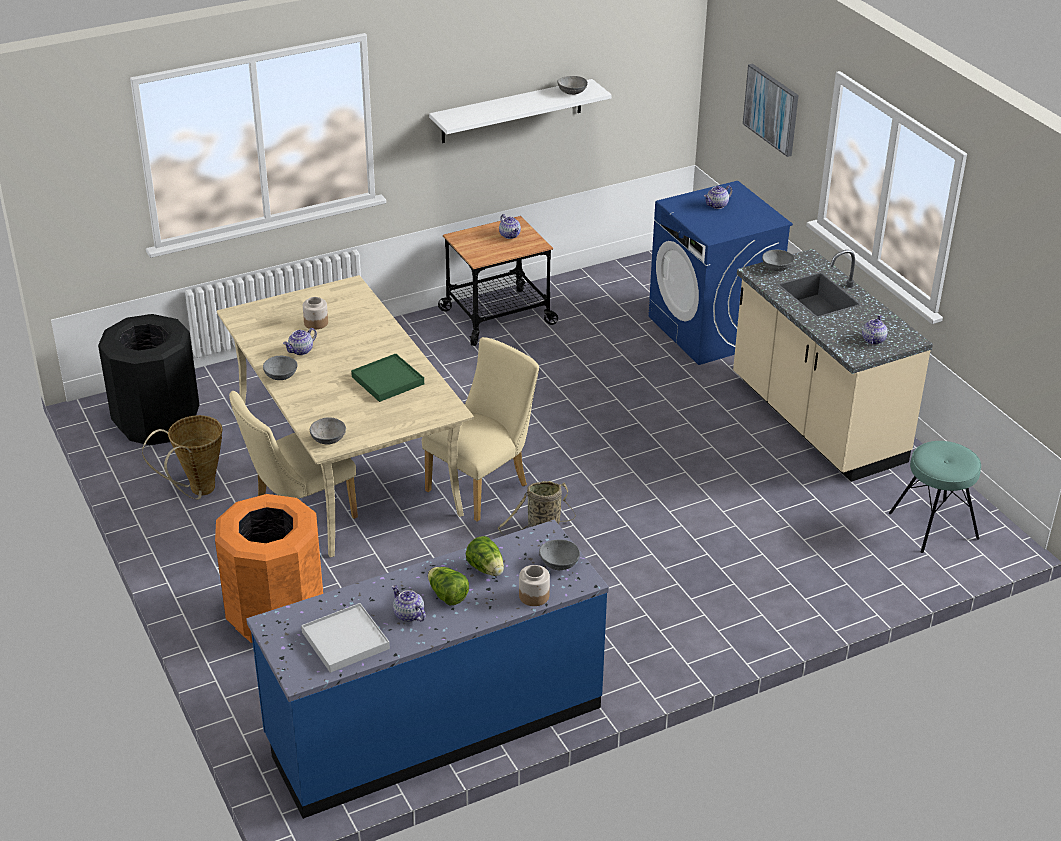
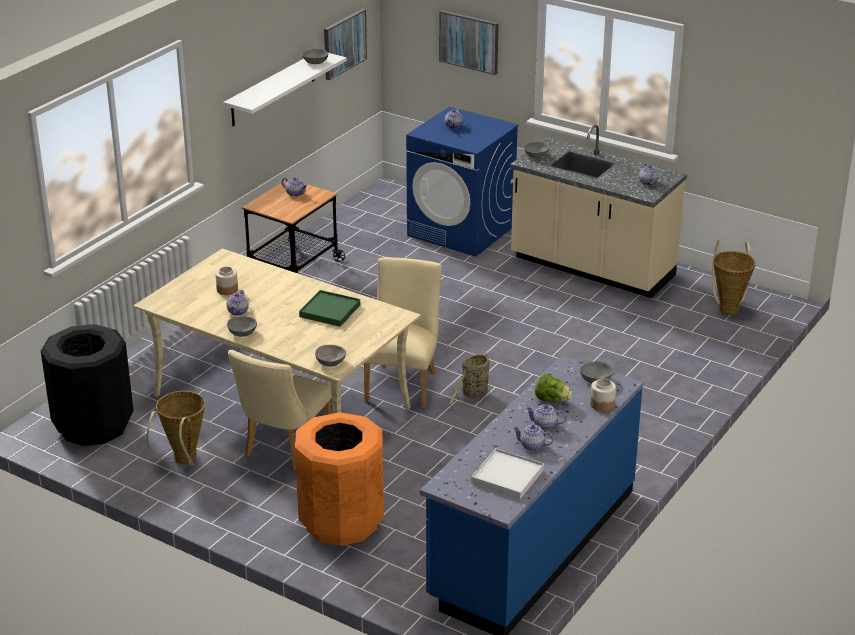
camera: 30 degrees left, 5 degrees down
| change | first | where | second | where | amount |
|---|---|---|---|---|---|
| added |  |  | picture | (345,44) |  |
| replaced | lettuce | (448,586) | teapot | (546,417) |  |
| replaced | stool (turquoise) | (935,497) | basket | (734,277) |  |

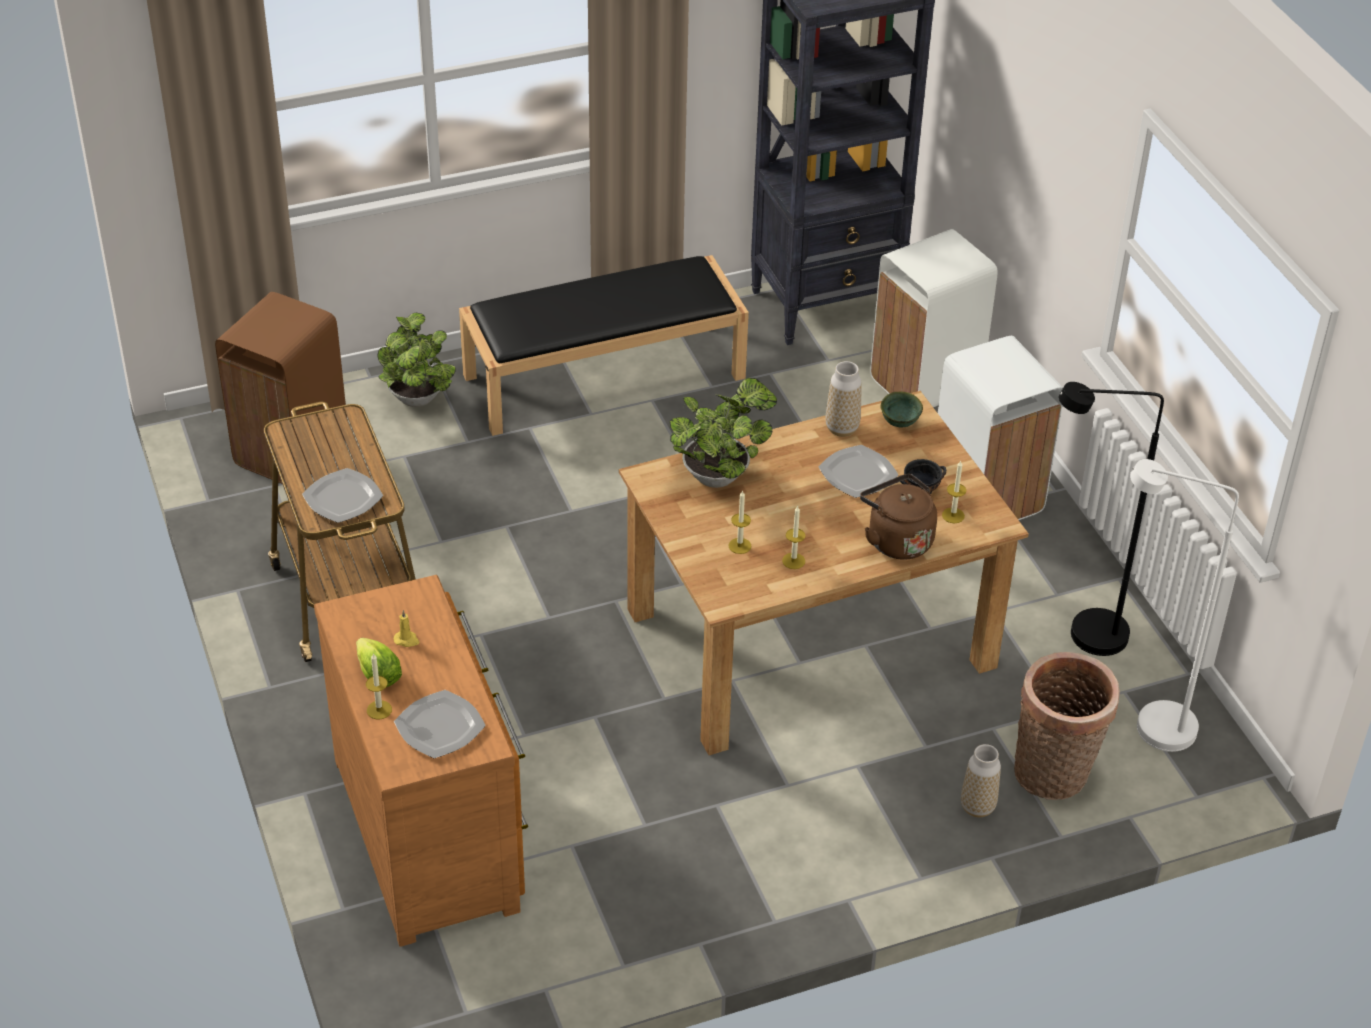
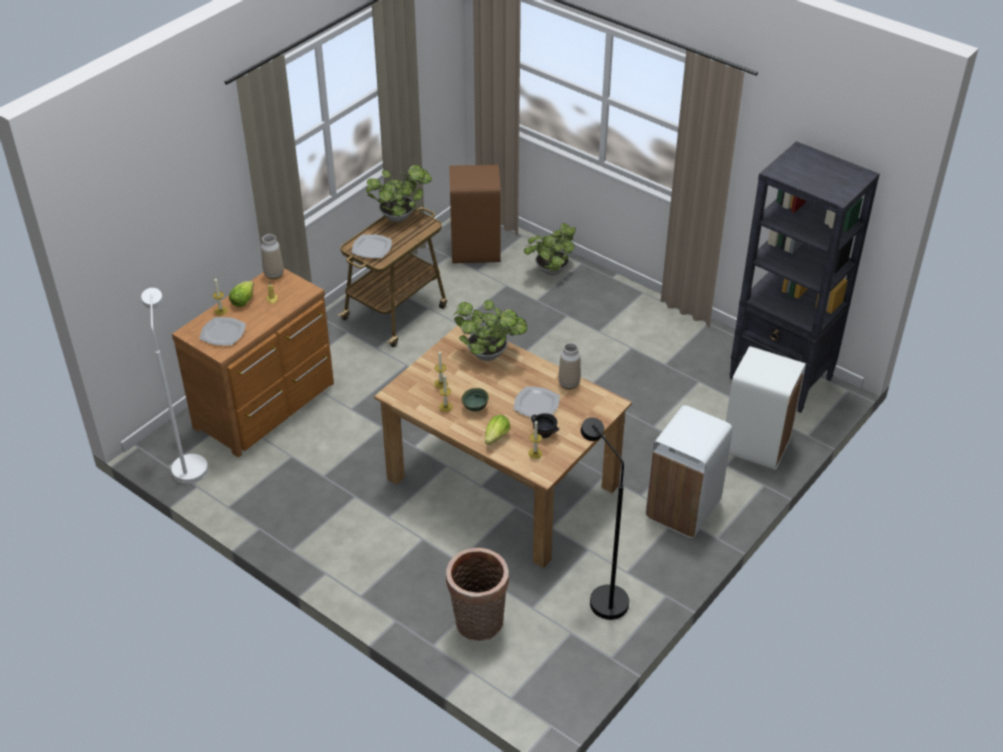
camera: 60 degrees right, 0 degrees up
| change | first | where | second | where | amount |
|---|---|---|---|---|---|
| removed | bench (black) | (604,345) |  |  |  |
| added |  |  | potted plant | (399,193) |  |
| moved | bowl (green) | (902,409) |  | (475,399) |  |
| moved | vase | (981,780) |  | (272,257) |  |
| moved | floor lamp (white) | (1184,605) |  | (174,386) |  |
| replaced | kettle (brown) | (898,517) | lettuce | (497,430) |  |

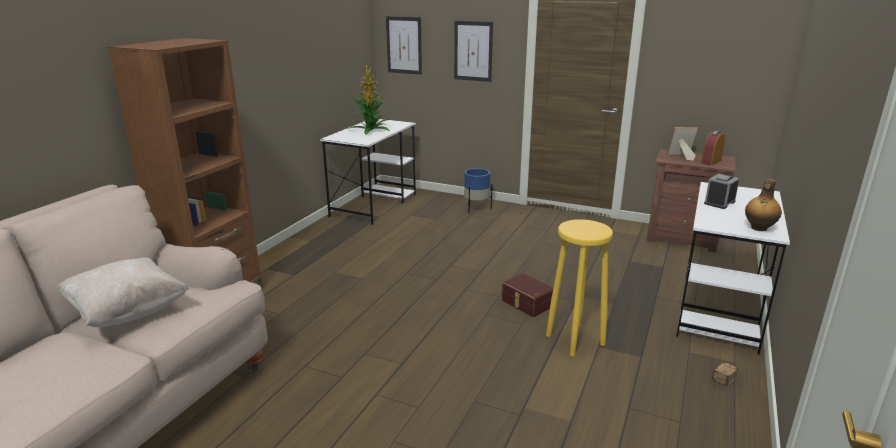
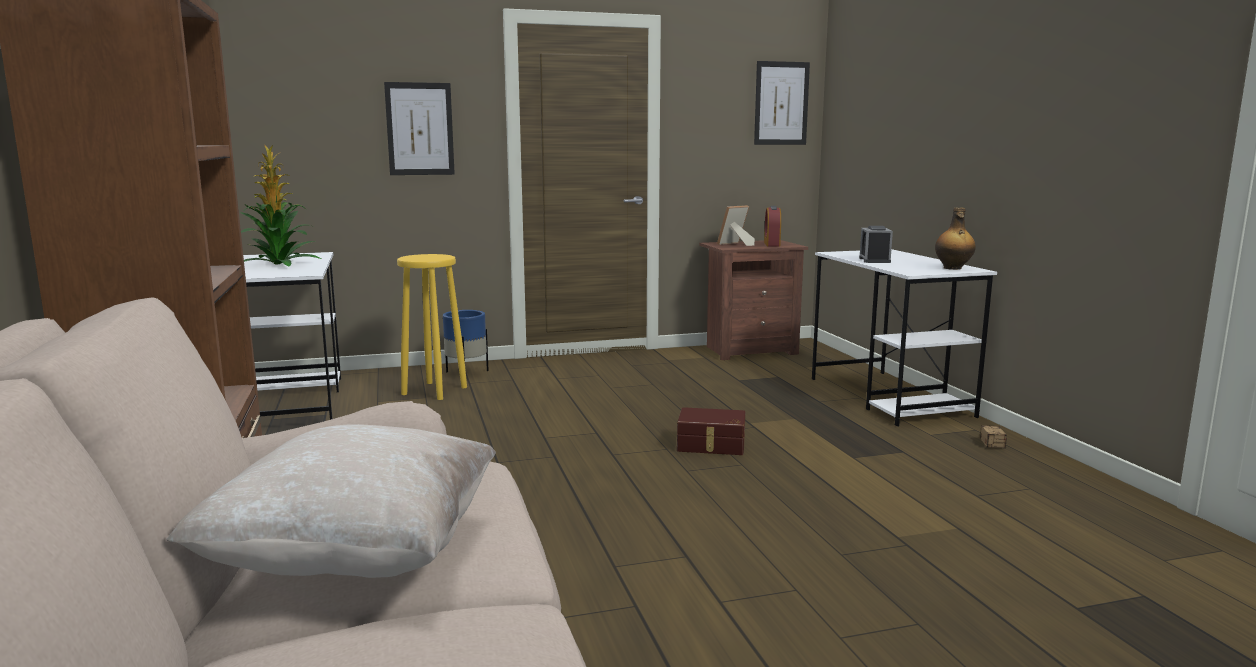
camera: 40 degrees left, 10 degrees down
| change | first | where | second | where | amount |
|---|---|---|---|---|---|
| moved | picture | (404,45) |  | (782,103) |  |
| moved | stool (yellow) | (579,287) |  | (432,327) |  |

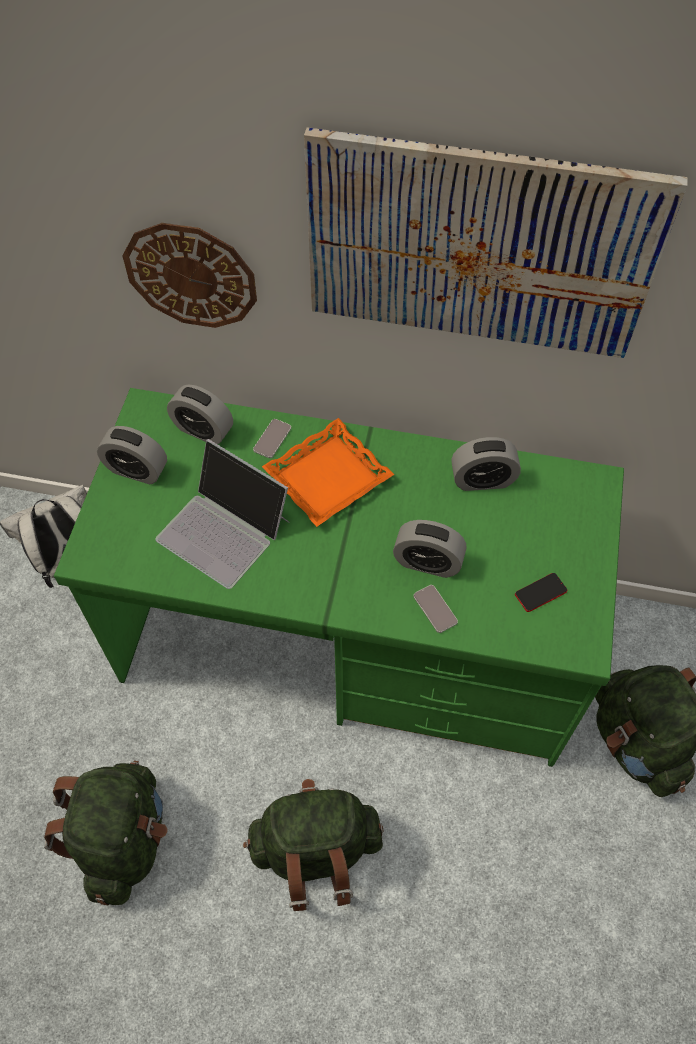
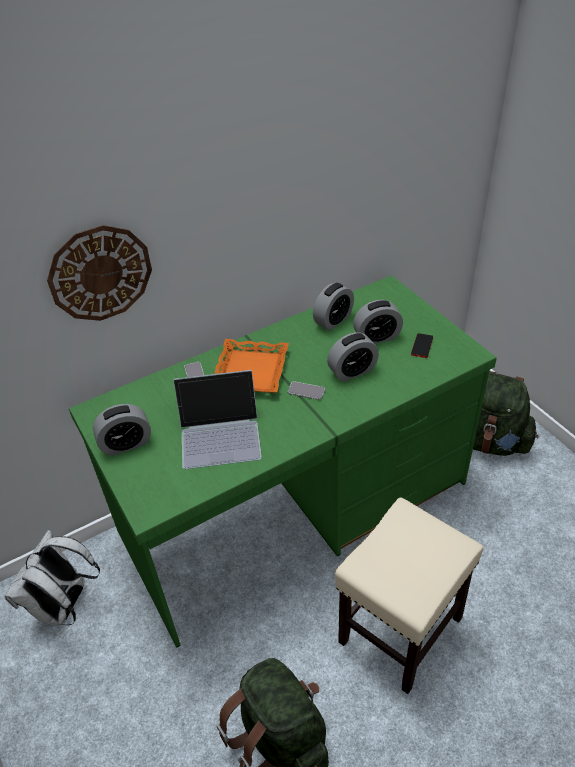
camera: 40 degrees left, 15 degrees down
| change | first | where | second | where | amount |
|---|---|---|---|---|---|
| removed | picture | (496,242) |  |  |  |
| moved | alarm clock | (200,414) |  | (378,322) |  |
| moved | phone | (436,609) |  | (306,390) |  |
| replaced | backpack (green) | (313,845) | stool (beige) | (409,596) |  |

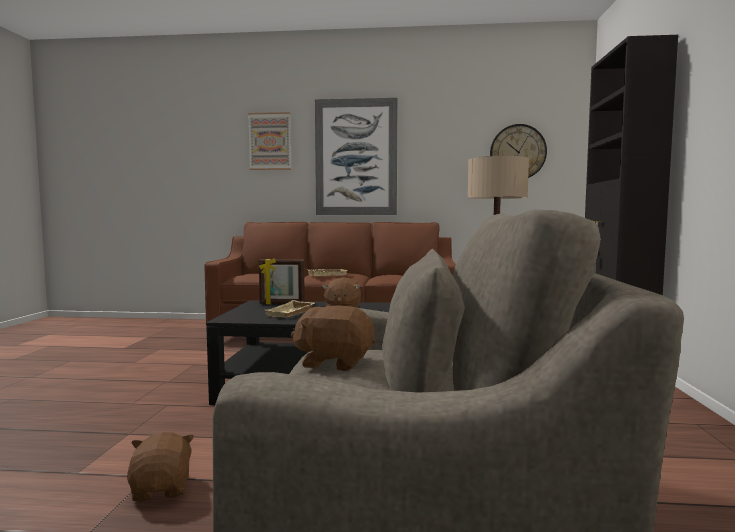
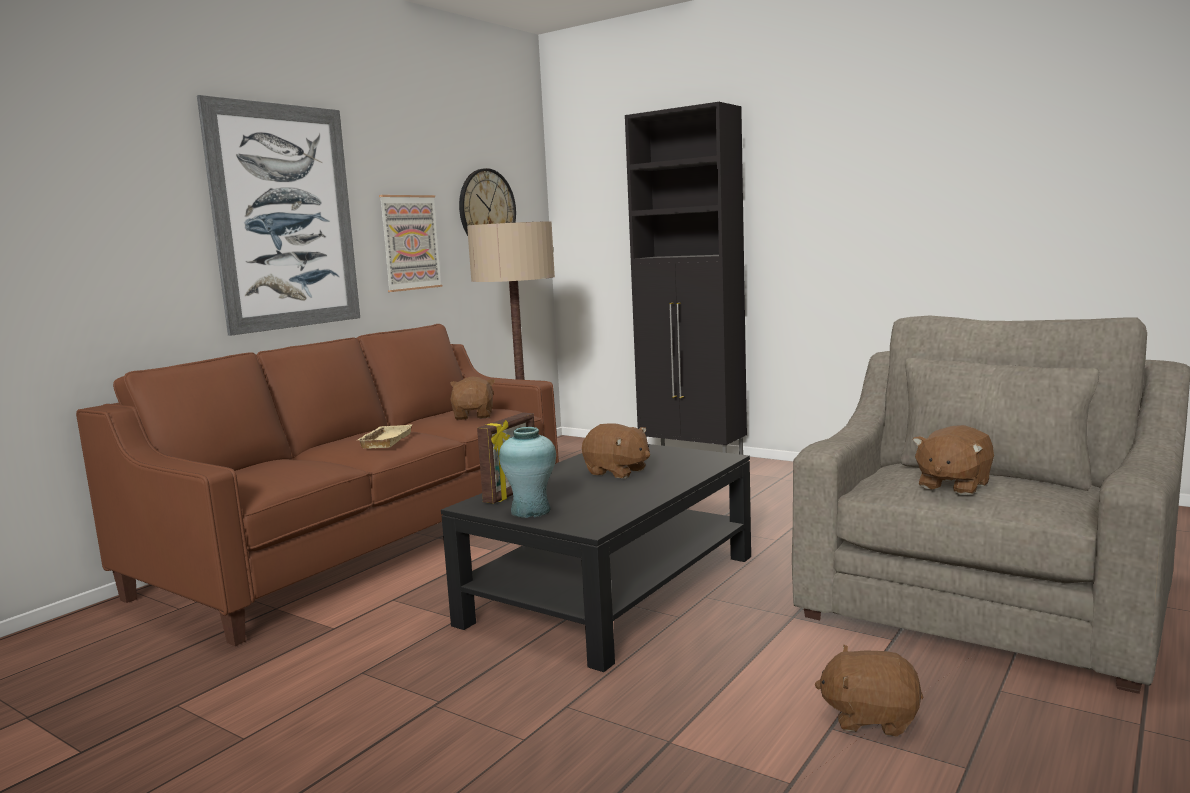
camera: 60 degrees left, 5 degrees up
| change | first | where | second | where | amount |
|---|---|---|---|---|---|
| removed | tray (beige) | (289,309) |  |  |  |
| added |  |  | plush toy (brown) | (472,398) |  |
| added |  |  | vase (turquoise) | (527,472) |  |
| moved | picture | (269,141) |  | (411,243) |  |

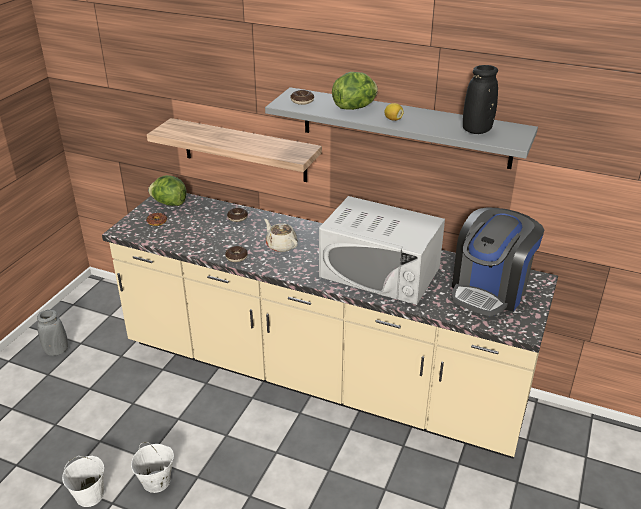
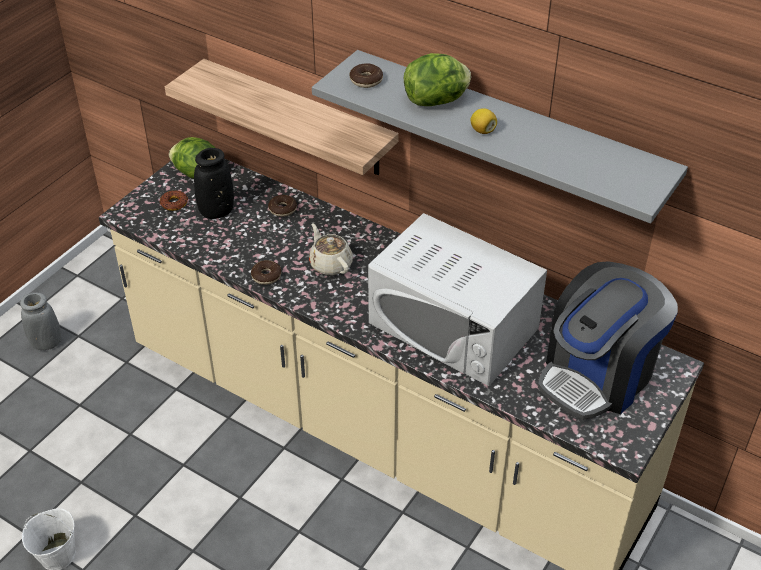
camera: 10 degrees right, 10 degrees up
| change | first | where | second | where | amount |
|---|---|---|---|---|---|
| removed | bucket (white) | (152,467) |  |  |  |
| moved | vase (black) | (480,99) |  | (214,183) |  |

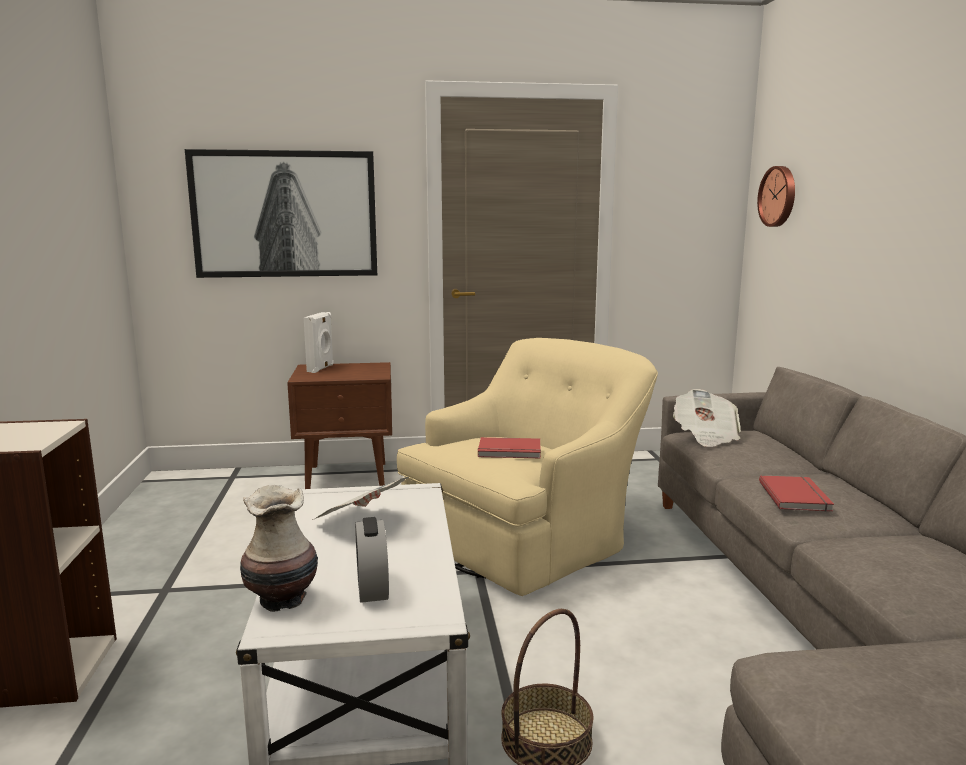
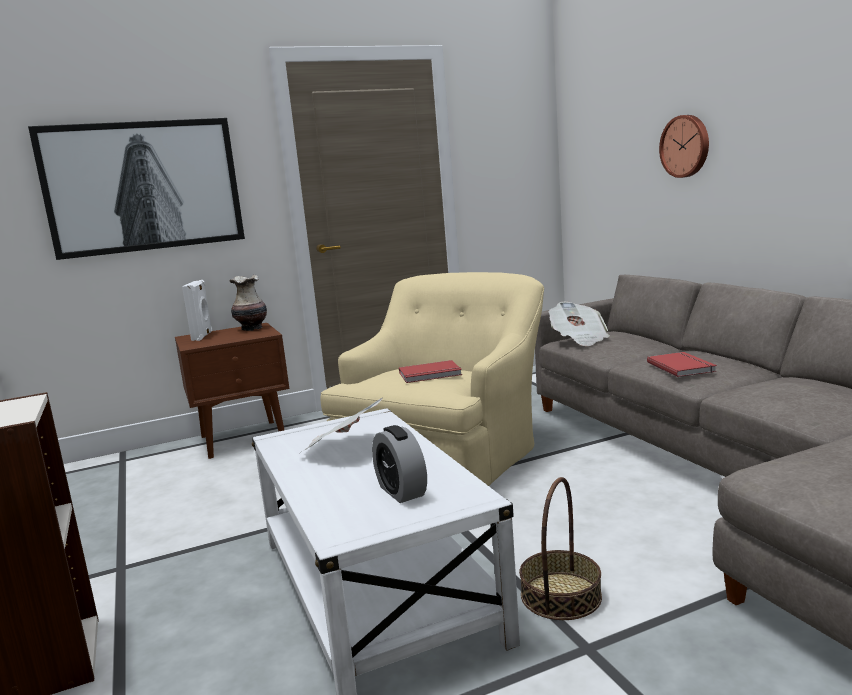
camera: 15 degrees left, 0 degrees up
| change | first | where | second | where | amount |
|---|---|---|---|---|---|
| moved | vase | (279,548) |  | (248,303) |  |
| moved | wall clock | (776,196) |  | (684,146) |  |

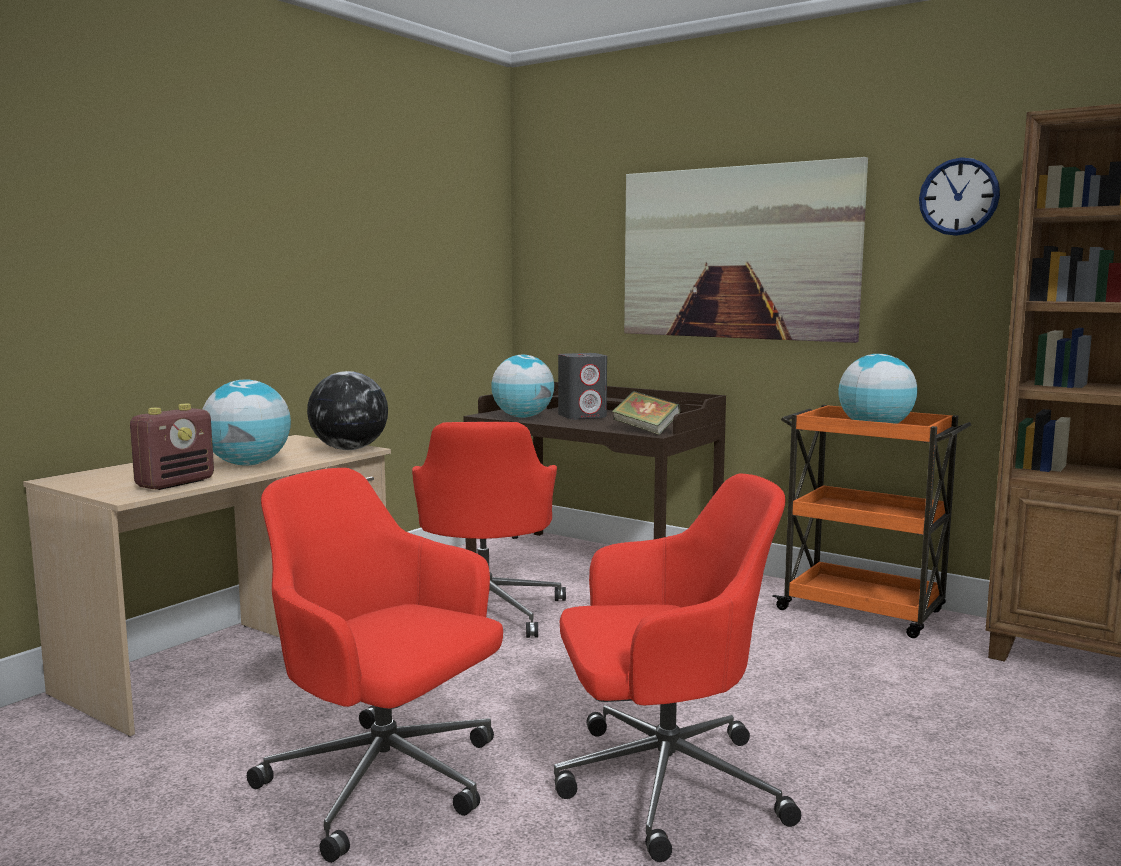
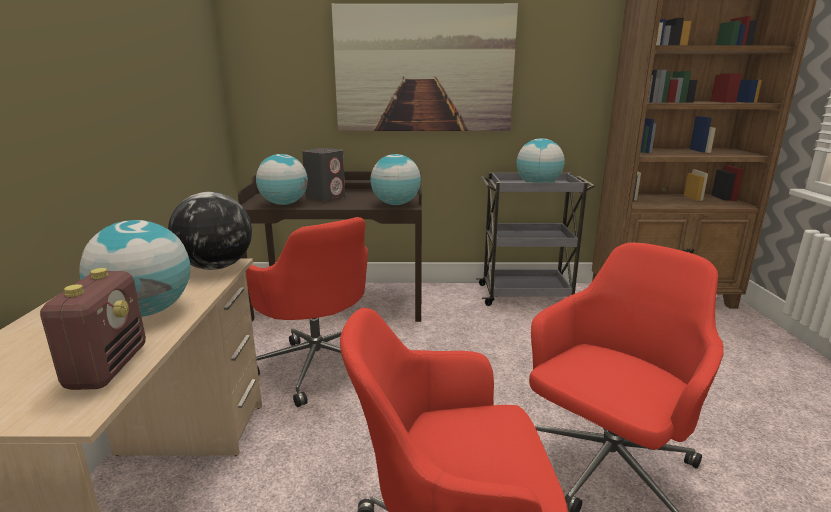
camera: 35 degrees left, 10 degrees up
| change | first | where | second | where | amount |
|---|---|---|---|---|---|
| removed | wall clock | (959,196) |  |  |  |
| replaced | book | (646,413) | globe | (395,179) |  |
| recoloured | cart (orange) | (871,521) | cart (grey) | (535,239) |  |

